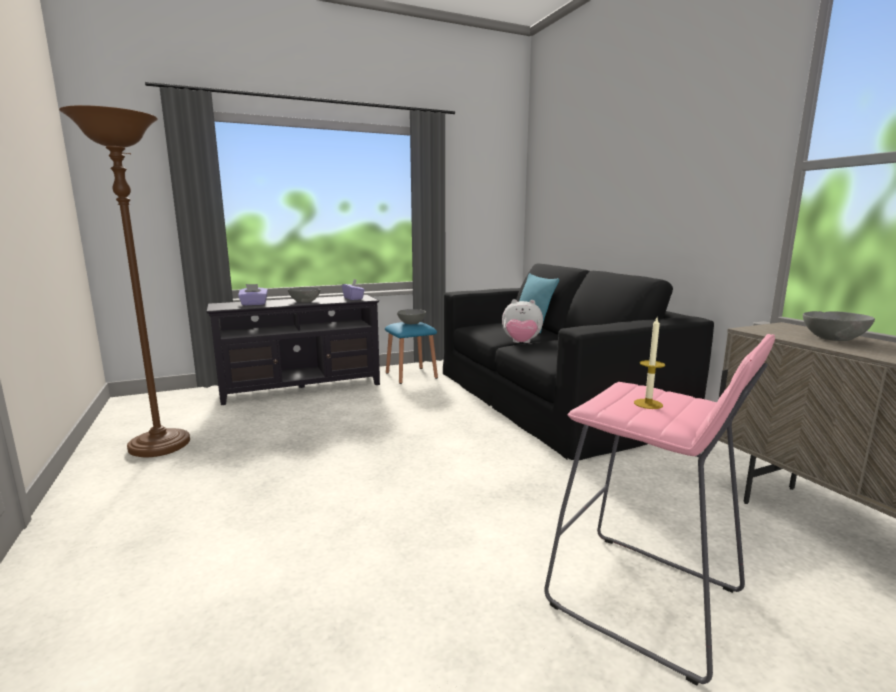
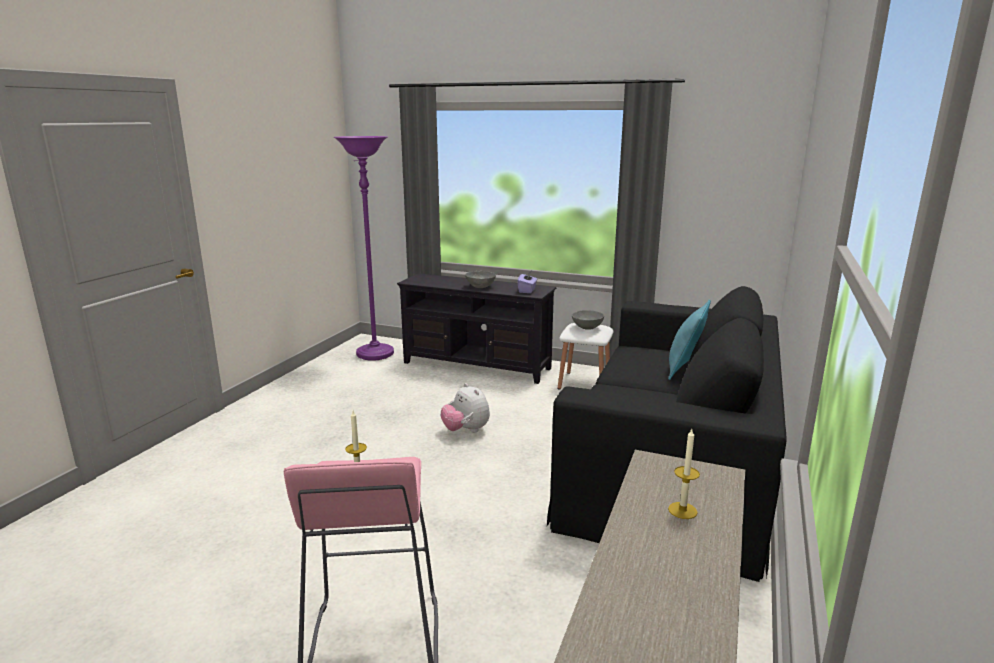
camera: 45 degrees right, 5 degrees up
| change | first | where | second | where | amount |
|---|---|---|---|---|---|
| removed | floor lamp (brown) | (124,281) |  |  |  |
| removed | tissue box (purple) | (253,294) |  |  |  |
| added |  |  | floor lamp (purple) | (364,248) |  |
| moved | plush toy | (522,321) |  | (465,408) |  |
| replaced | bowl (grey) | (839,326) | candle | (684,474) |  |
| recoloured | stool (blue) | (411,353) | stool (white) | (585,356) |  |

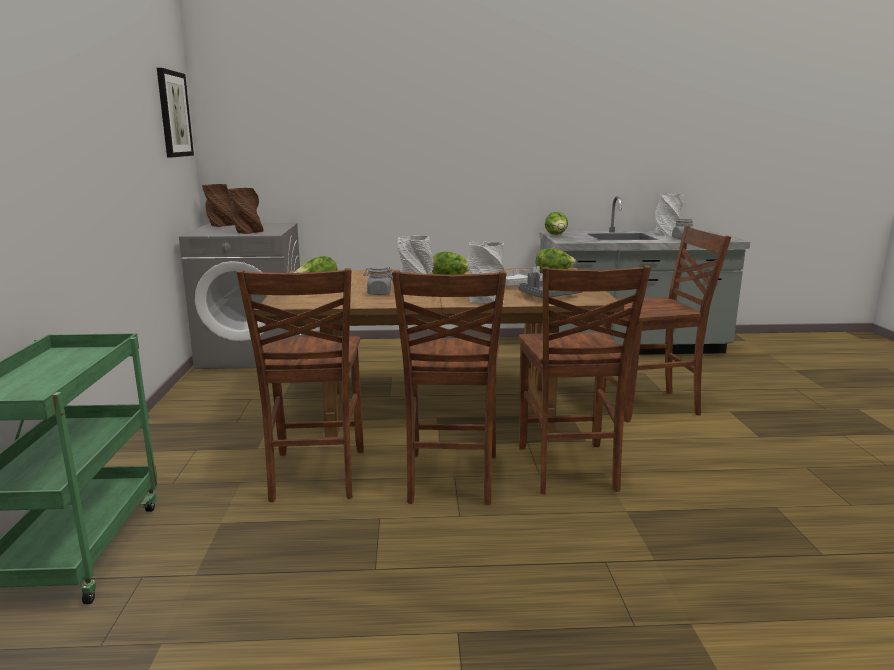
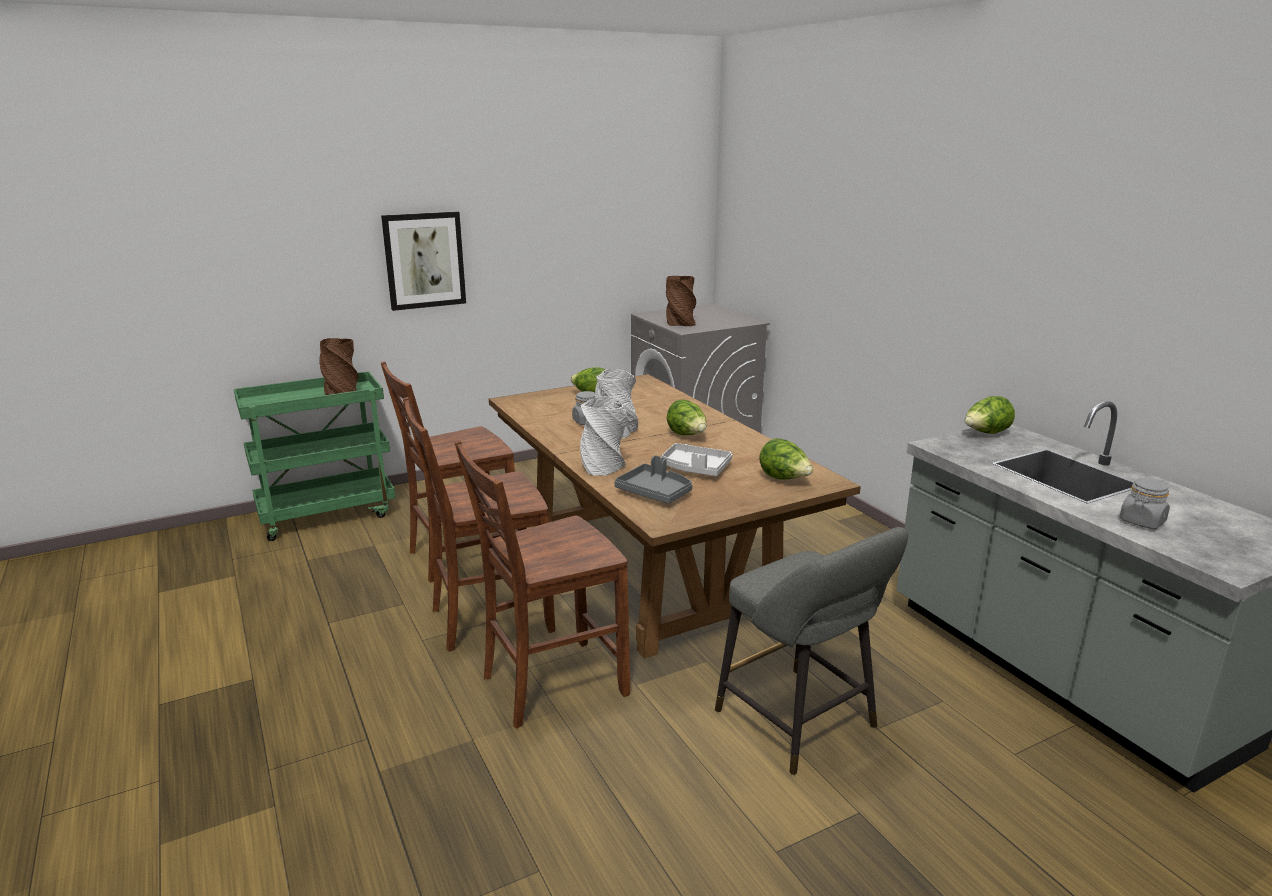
camera: 65 degrees right, 5 degrees up
| change | first | where | second | where | amount |
|---|---|---|---|---|---|
| removed | vase (grey) | (669,214) |  |  |  |
| moved | picture | (175,112) |  | (423,261) |  |
| moved | vase (brown) | (218,205) |  | (338,366) |  |
| replaced | chair (brown) | (667,324) | stool (grey) | (811,651) |  |

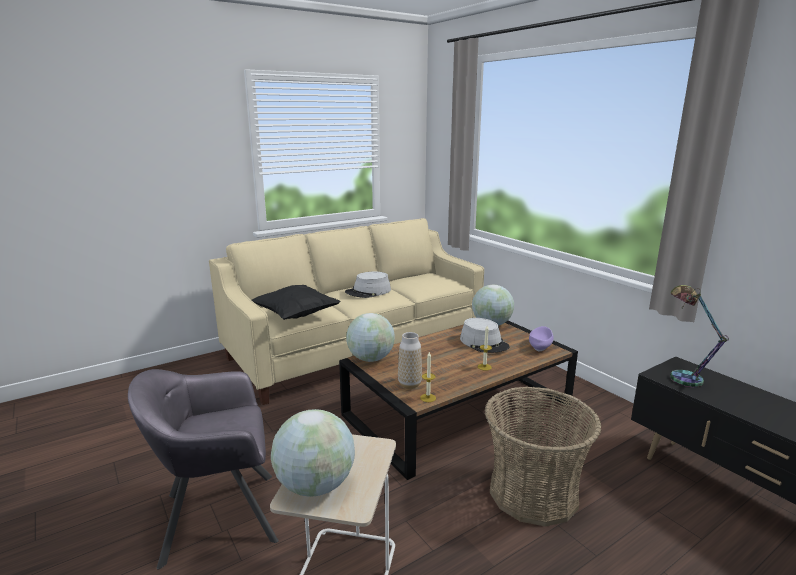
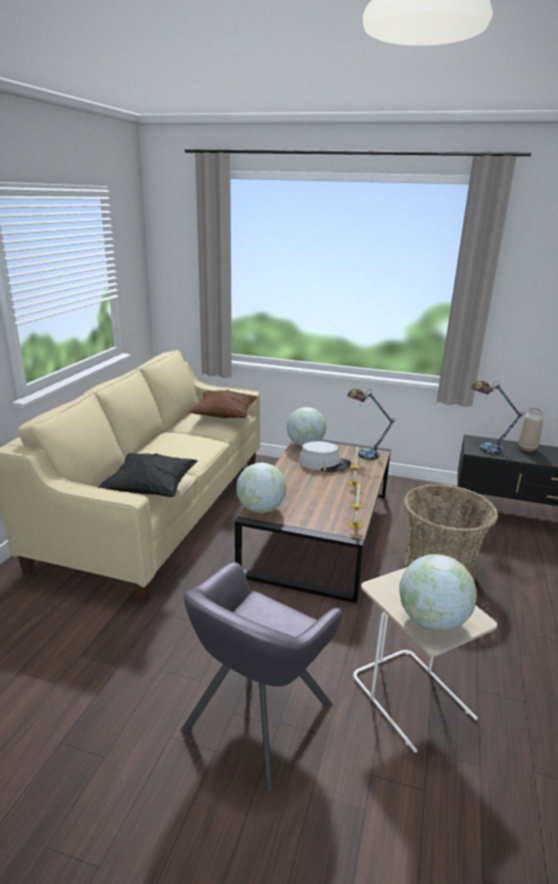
camera: 40 degrees left, 5 degrees up
| change | first | where | second | where | amount |
|---|---|---|---|---|---|
| removed | hat (grey) | (368,285) |  |  |  |
| added |  |  | pillow (brown) | (222,404) |  |
| moved | vase | (410,360) |  | (530,429) |  |
| replaced | bowl (purple) | (541,338) | table lamp | (371,424) |  |

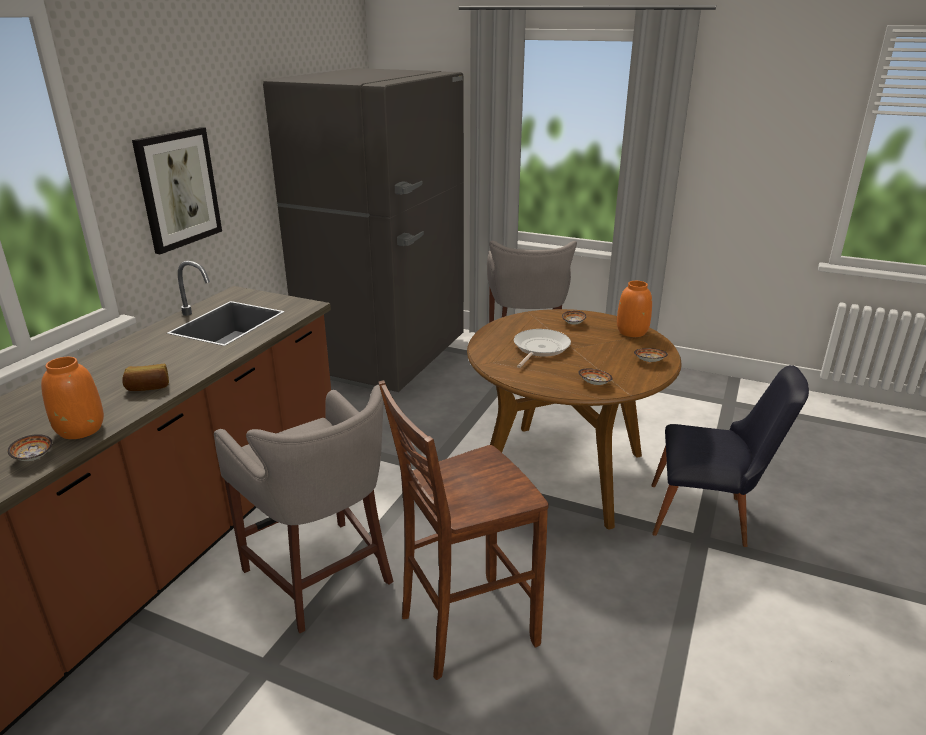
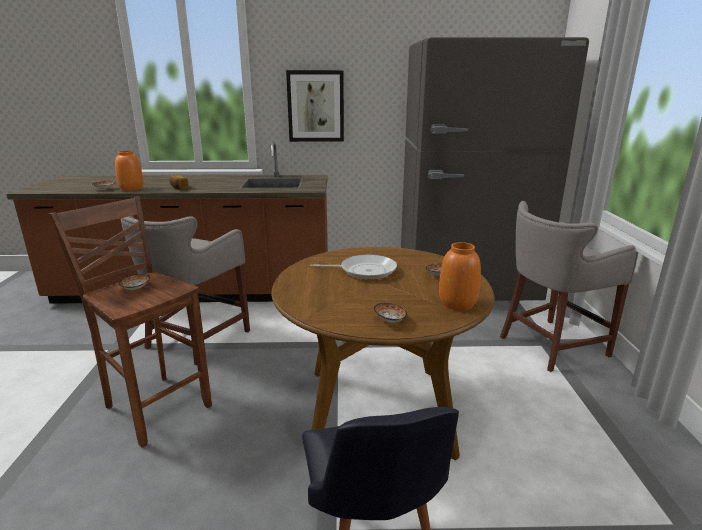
camera: 65 degrees right, 5 degrees down
| change | first | where | second | where | amount |
|---|---|---|---|---|---|
| moved | bowl | (595,376) |  | (134,282) |  |

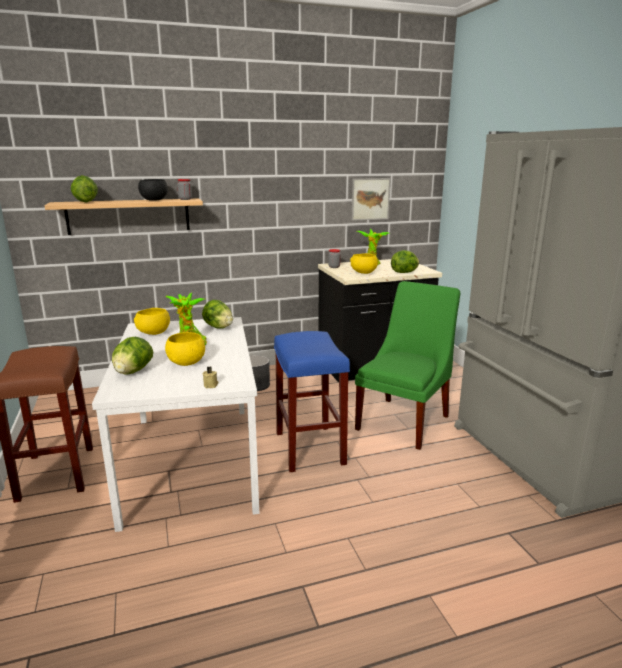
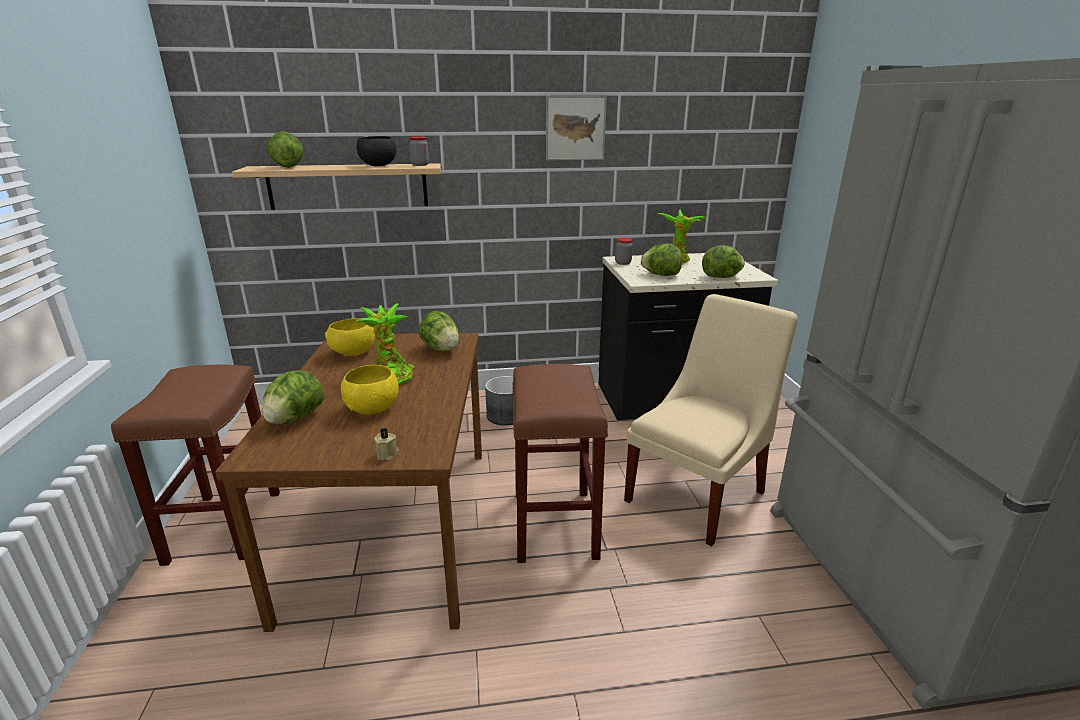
camera: 10 degrees right, 5 degrees up
| change | first | where | second | where | amount |
|---|---|---|---|---|---|
| moved | picture | (371,199) |  | (576,128) |  |
| replaced | bowl (yellow) | (364,263) | lettuce | (661,259) |  |
| recoloured | dining table (white) | (175,424) | dining table (brown) | (348,482) |  |
| recoloured | stool (blue) | (312,401) | stool (brown) | (560,463) |  |
| recoloured | chair (green) | (408,365) | chair (beige) | (711,420) |  |

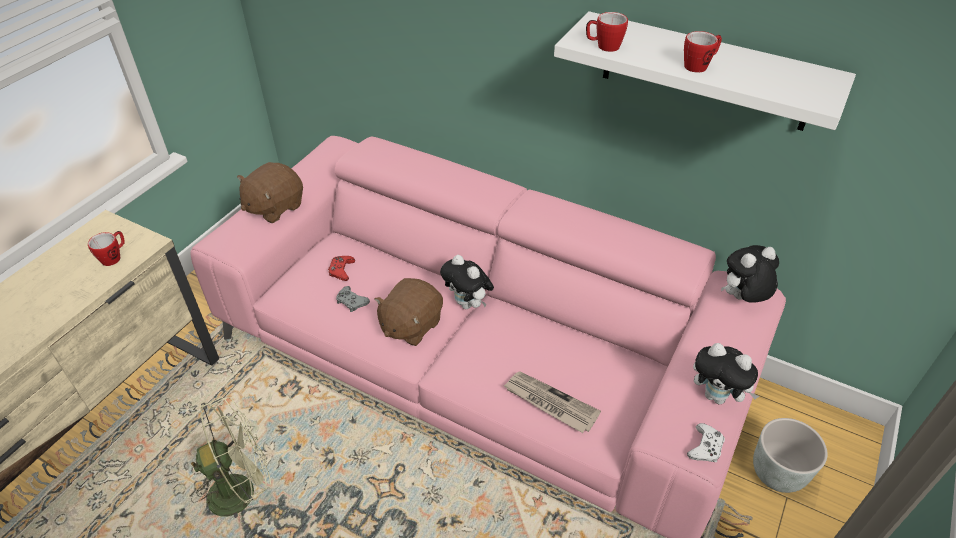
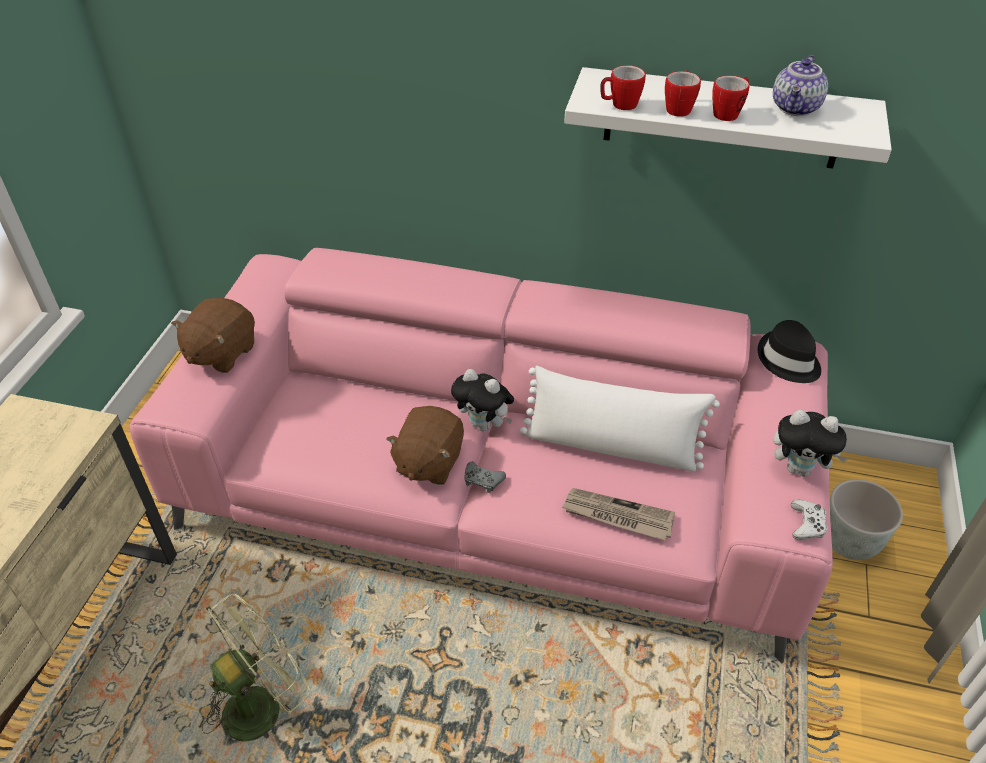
camera: 15 degrees left, 0 degrees up
| change | first | where | second | where | amount |
|---|---|---|---|---|---|
| removed | game controller (red) | (341,268) |  |  |  |
| added |  |  | pillow (white) | (620,419) |  |
| added |  |  | teapot | (800,85) |  |
| moved | mug | (106,248) |  | (683,93) |  |
| moved | game controller (grey) | (353,299) |  | (485,477) |  |
| replaced | plush toy | (750,274) | hat (black) | (789,351) |  |

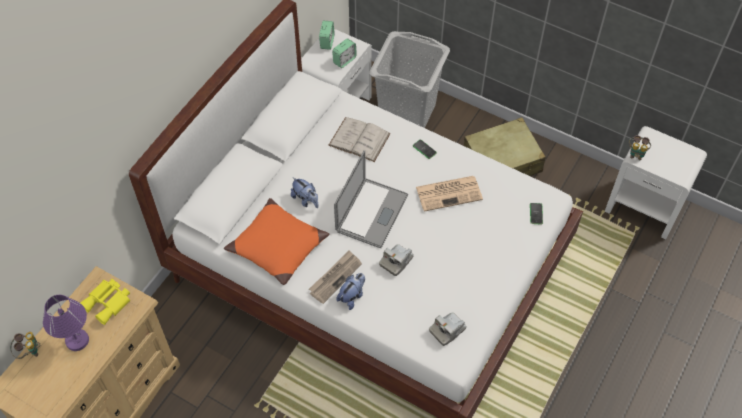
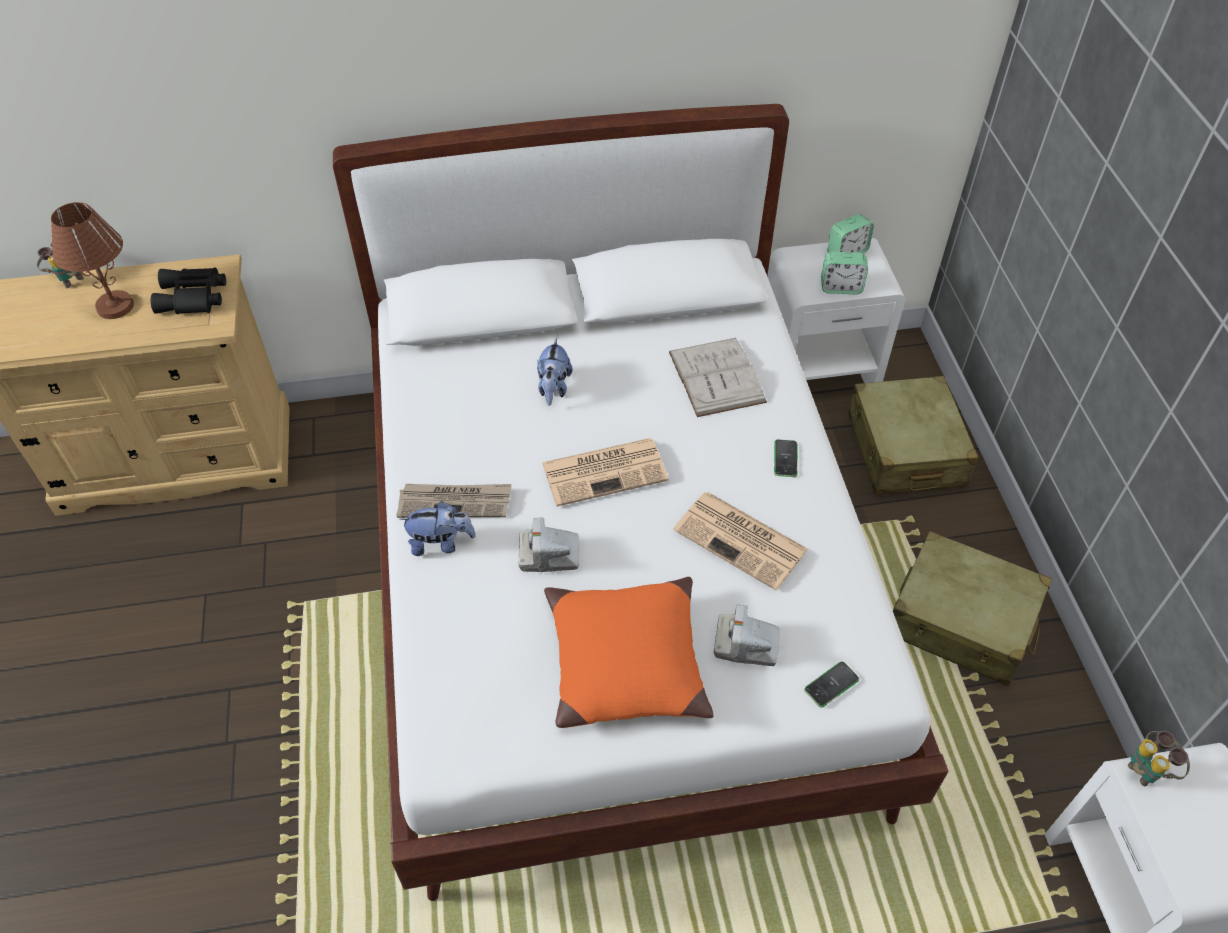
camera: 50 degrees right, 5 degrees down
| change | first | where | second | where | amount |
|---|---|---|---|---|---|
| moved | pillow (orange) | (277,241) |  | (629,652) |  |
| moved | photo camera | (448,329) |  | (747,635) |  |
| replaced | laptop | (371,199) | newspaper | (605,472) |  |
| replaced | laundry basket (grey) | (409,79) | suitcase (beige) | (913,435) |  |
| recoloured | table lamp (purple) | (66,323) | table lamp (brown) | (92,260) |  |
| recoloured | binoculars (yellow) | (105,302) | binoculars (black) | (188,290) |  |

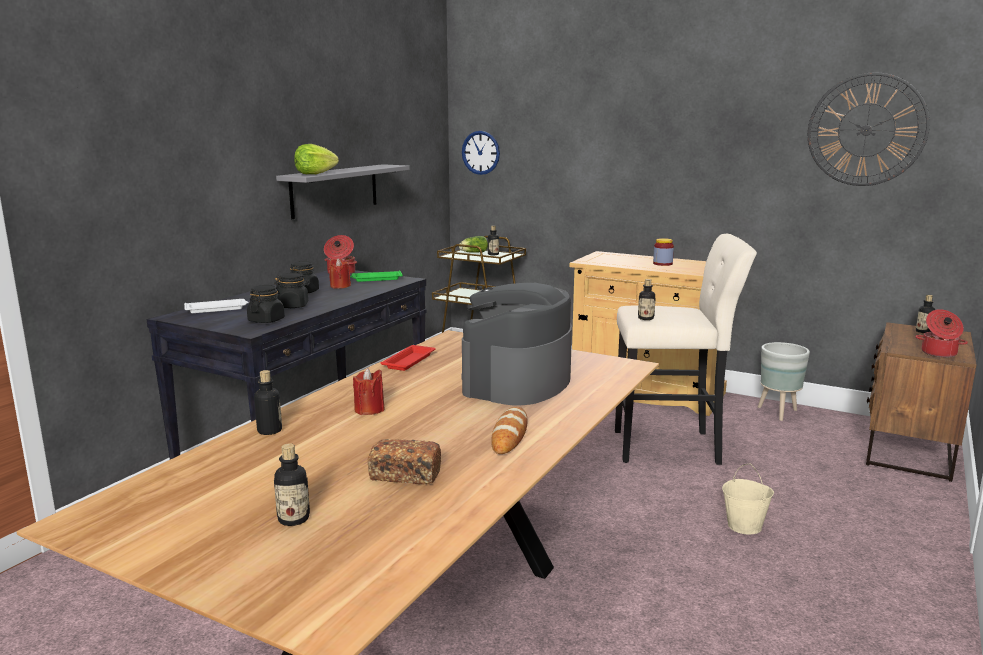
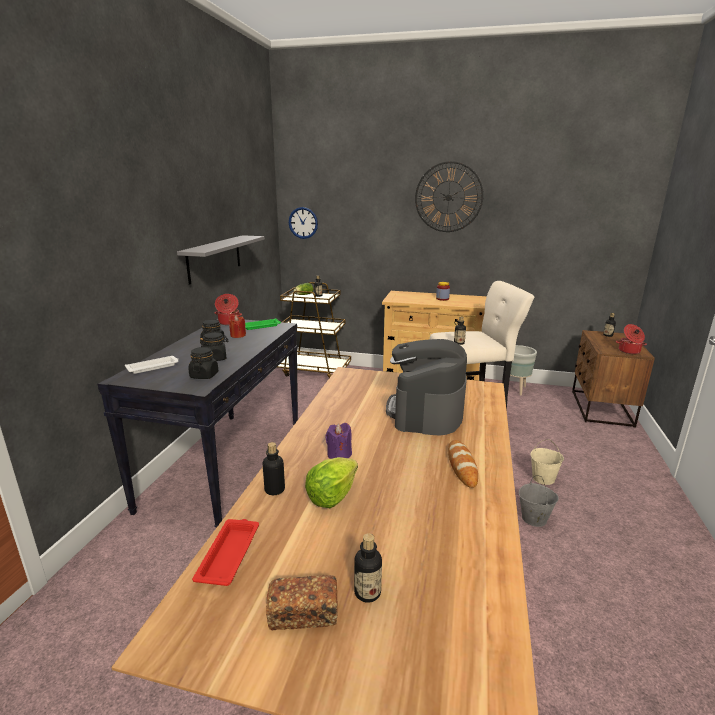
camera: 15 degrees left, 5 degrees up
| change | first | where | second | where | amount |
|---|---|---|---|---|---|
| added |  |  | bucket (grey) | (539,501) |  |
| moved | lettuce | (316,159) |  | (331,482) |  |
| moved | bread | (404,461) |  | (302,602) |  |
| moved | tray (red) | (408,358) |  | (225,552) |  |
| moved | wall clock | (869,129) |  | (449,196) |  |
| recoloured | candle (red) | (369,391) | candle (purple) | (338,441) |  |

